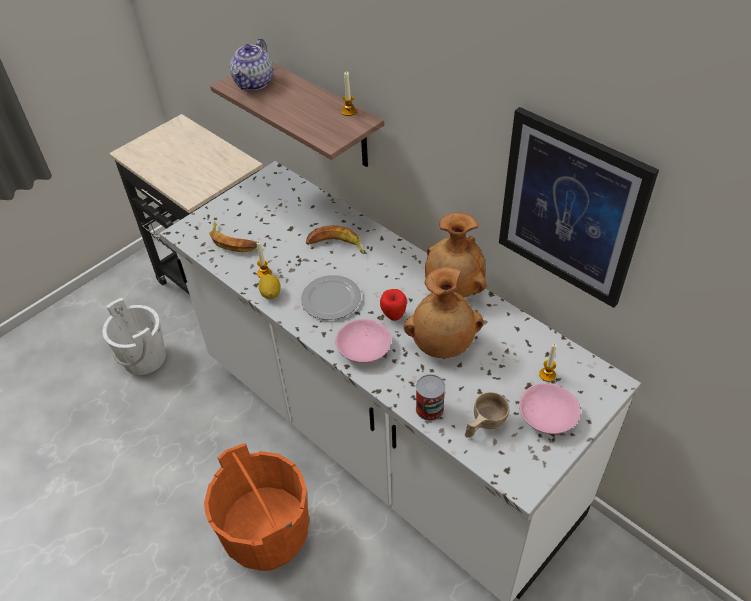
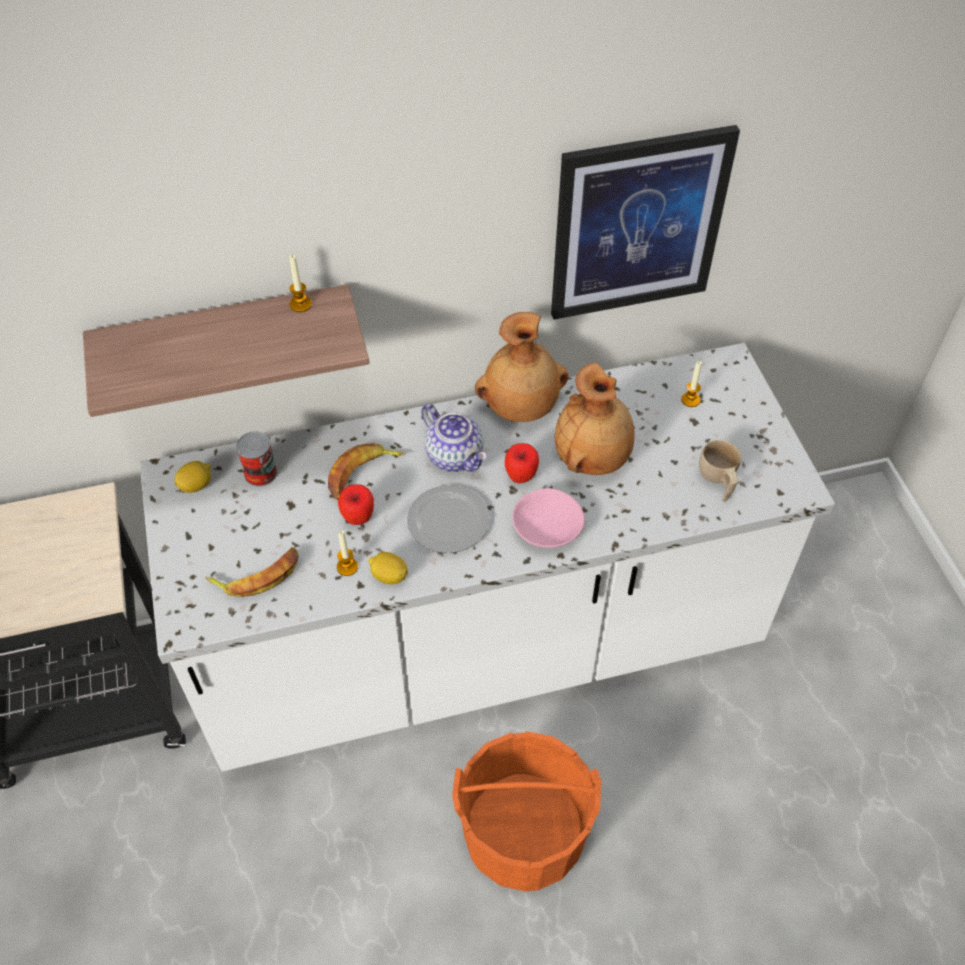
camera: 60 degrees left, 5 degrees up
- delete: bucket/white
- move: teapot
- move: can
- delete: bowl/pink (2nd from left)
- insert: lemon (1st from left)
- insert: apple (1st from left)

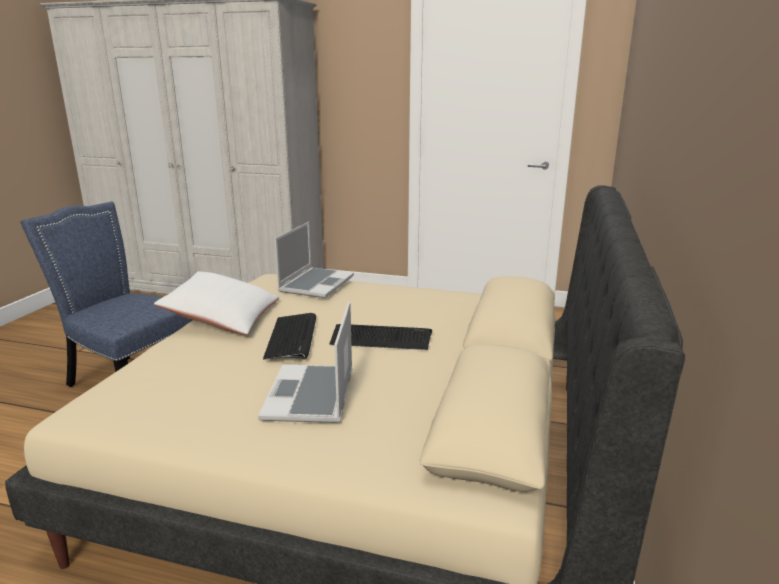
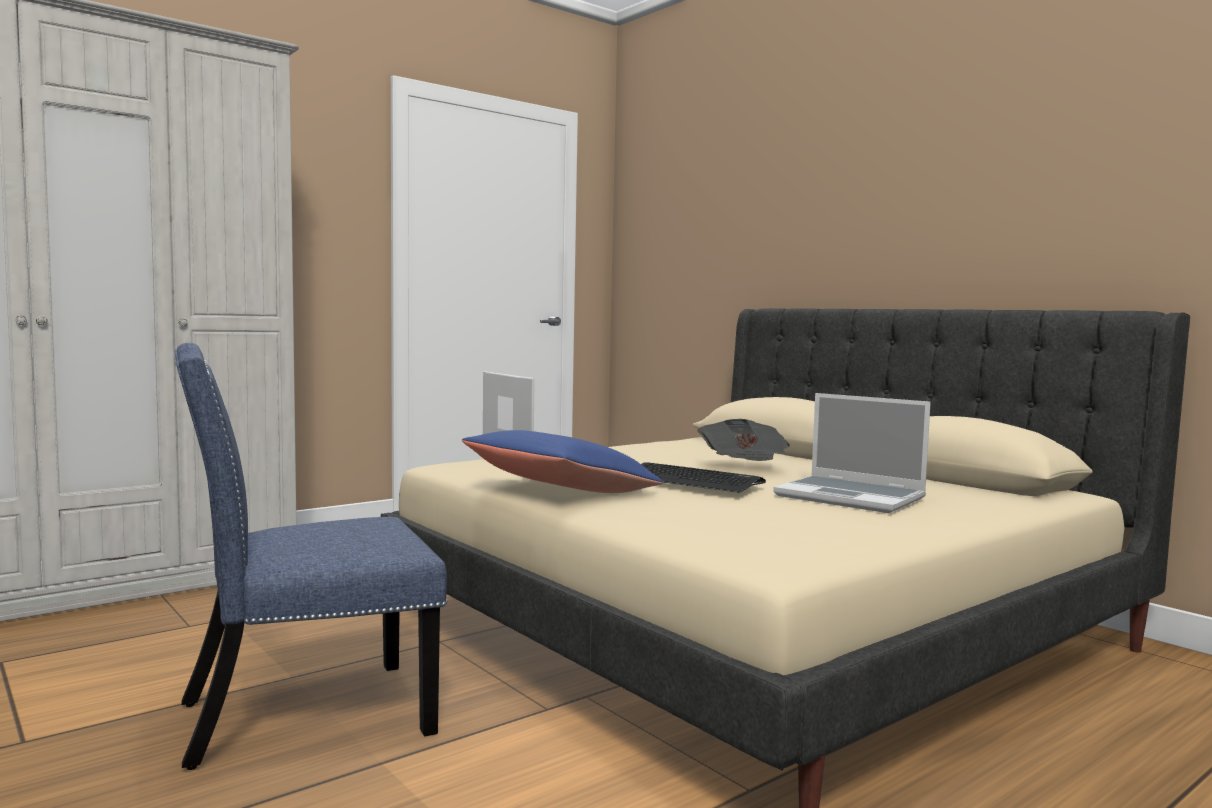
camera: 55 degrees left, 15 degrees down
- recolor: pillow/white to pillow/blue
- replace: keyboard (2nd from left) to newspaper

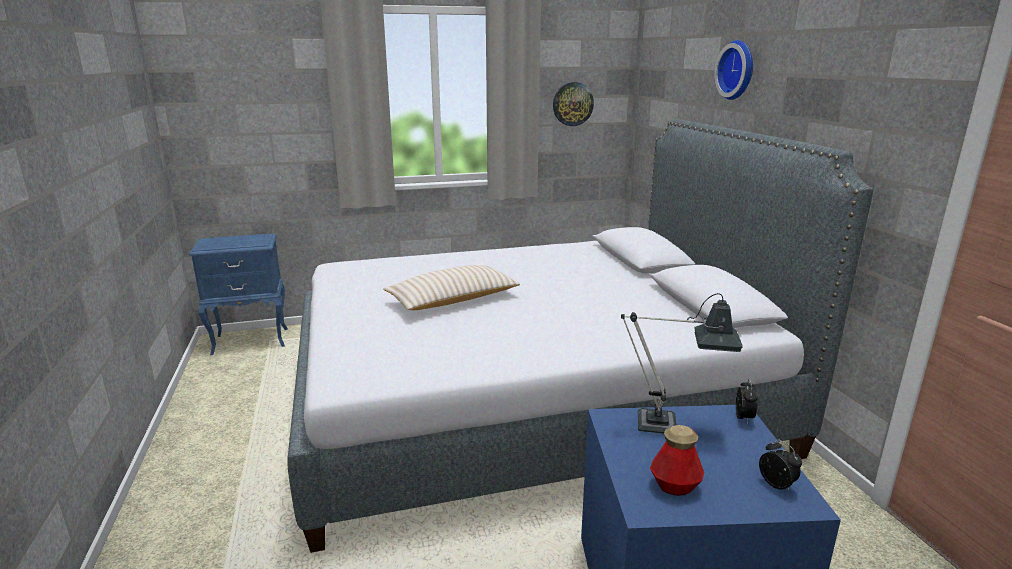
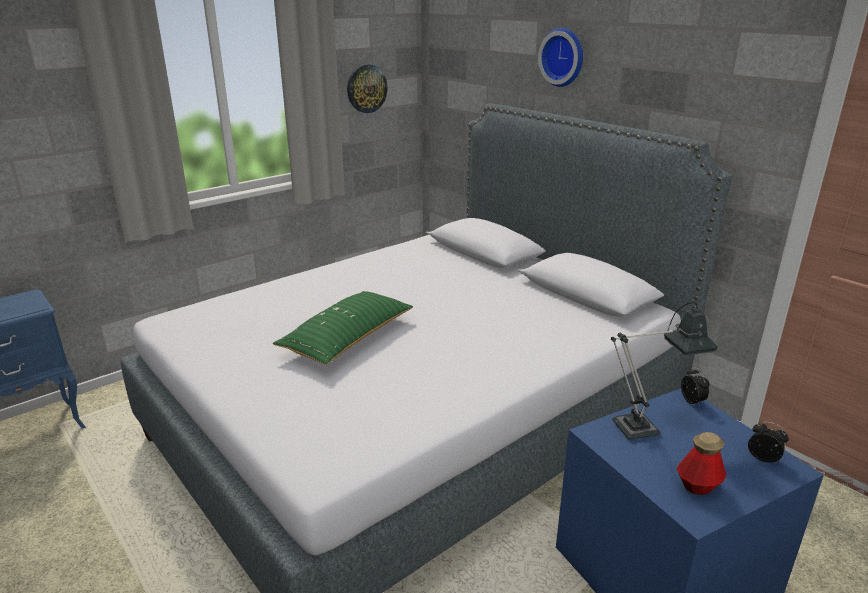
camera: 25 degrees left, 5 degrees up
- recolor: pillow/beige to pillow/green

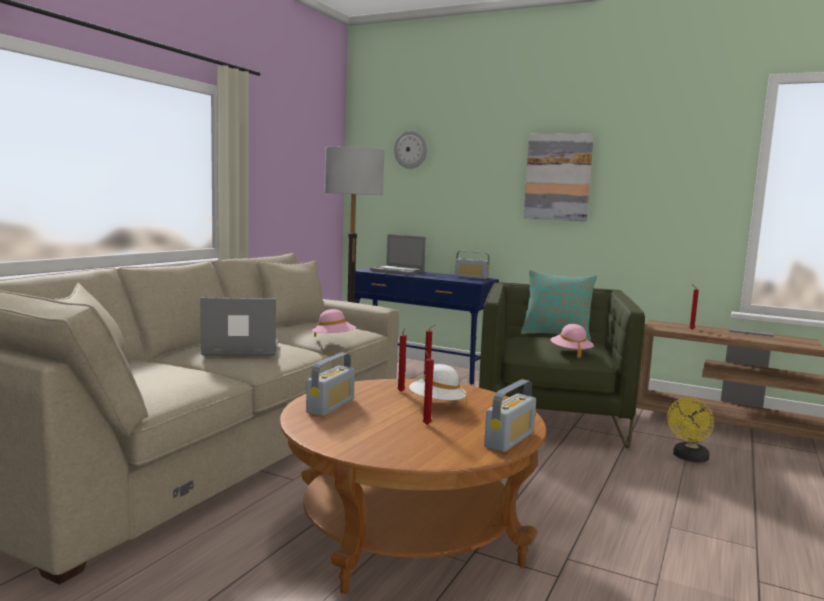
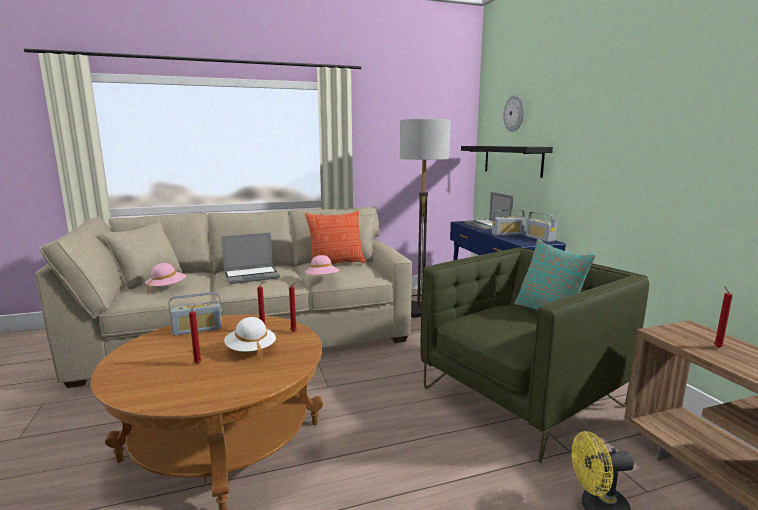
camera: 45 degrees right, 5 degrees up
- rotate: laptop (1st from left) 120 degrees clockwise
- move: radio (3rd from left in the first image) to radio (2nd from left)
- delete: picture
- move: hat/pink (2nd from left in the first image) to hat/pink (1st from left)
- insert: pillow/orange
- insert: shelf/black

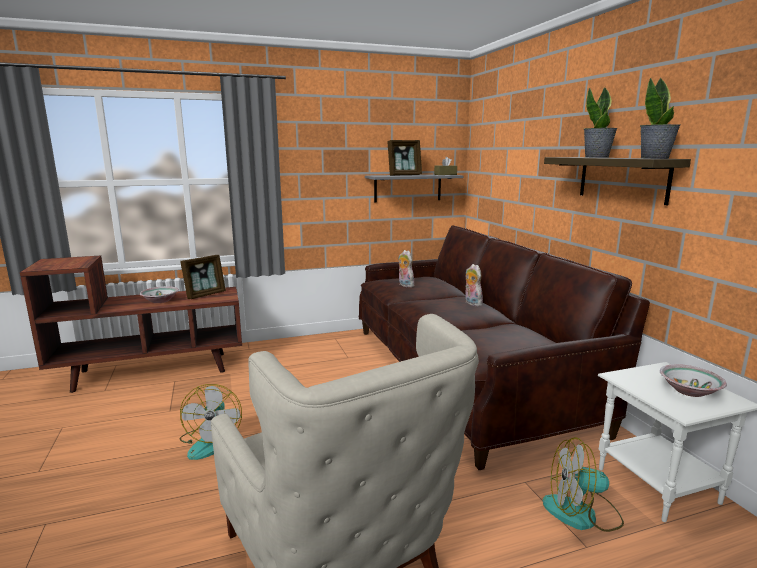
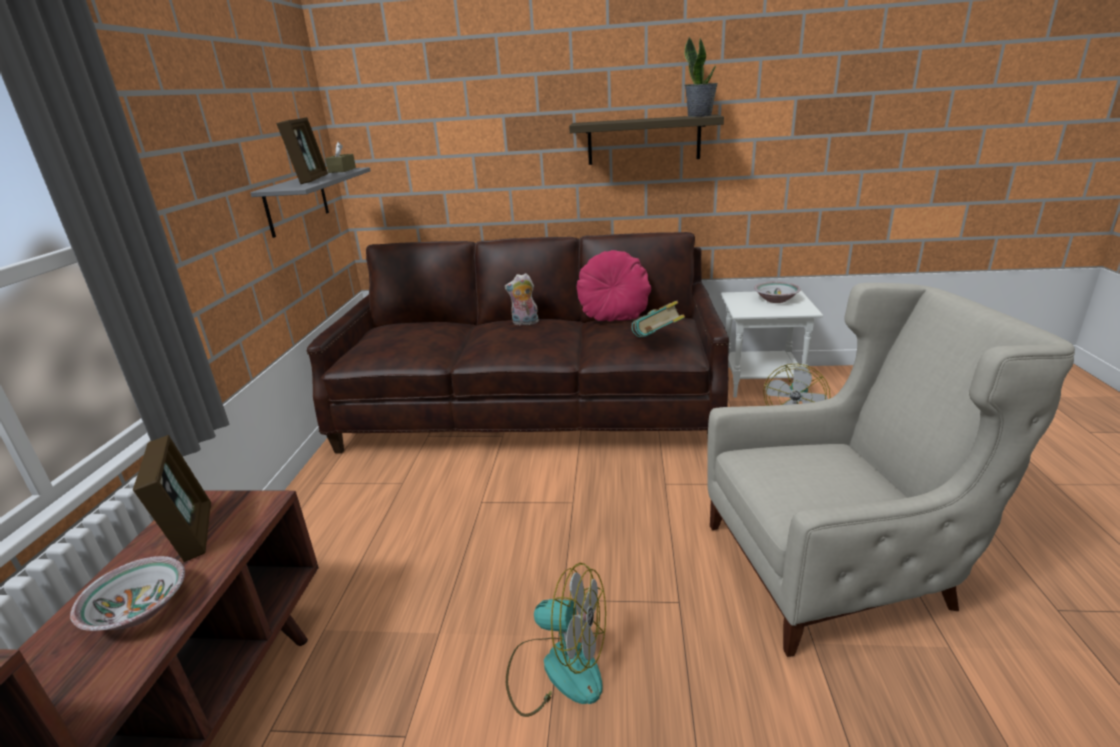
camera: 65 degrees left, 10 degrees up
- delete: plush toy (1st from left)
- delete: potted plant (1st from left)
- insert: pillow/pink
- insert: book

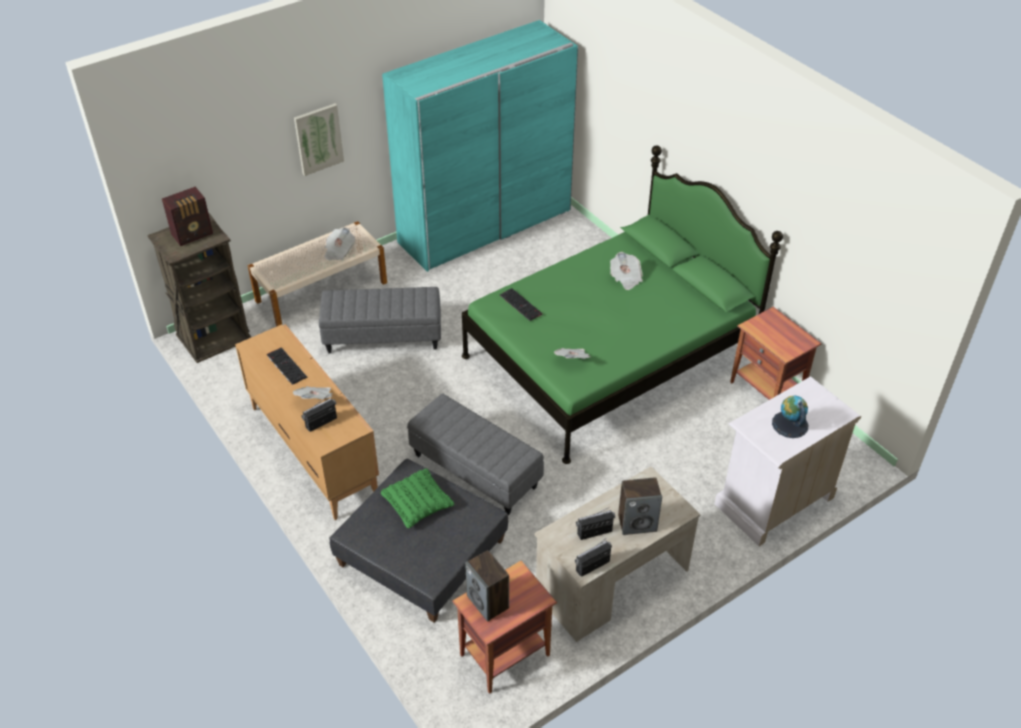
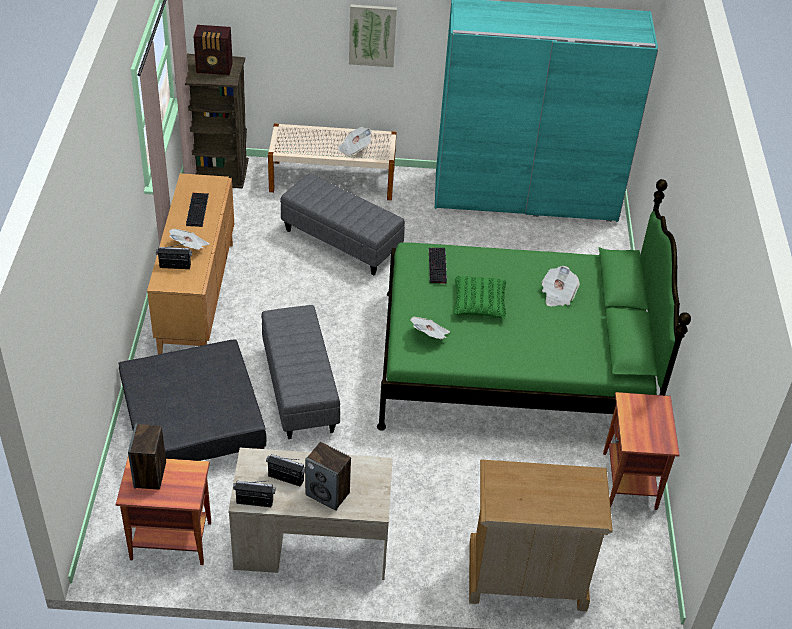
camera: 35 degrees right, 0 degrees up
- move: pillow/green
- recolor: dresser/white to dresser/brown (2nd from left)
- delete: globe

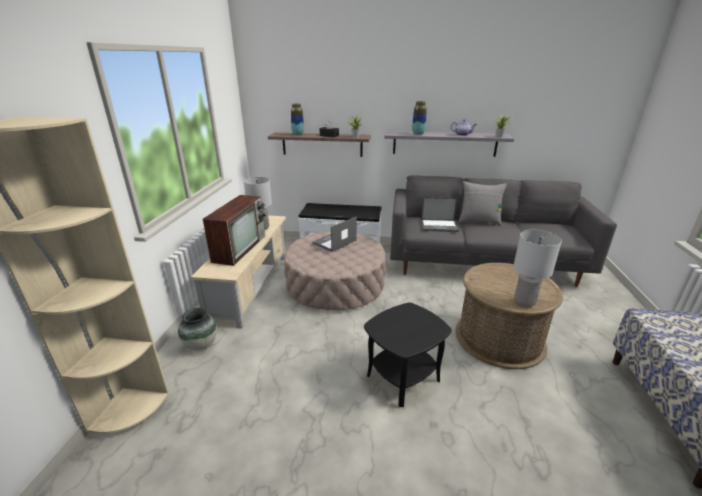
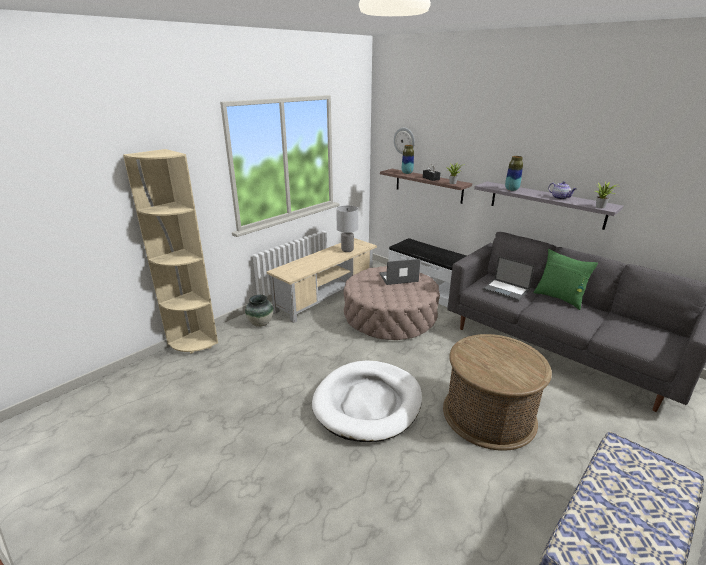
camera: 35 degrees right, 0 degrees up
- delete: television
- replace: side table/black to dog bed/white
- recolor: pillow/grey to pillow/green
- delete: table lamp/grey (2nd from left)
- insert: wall clock

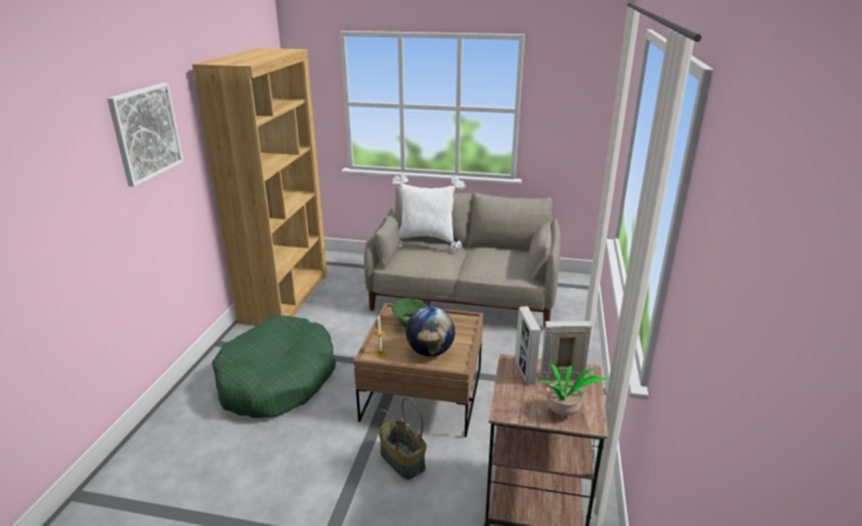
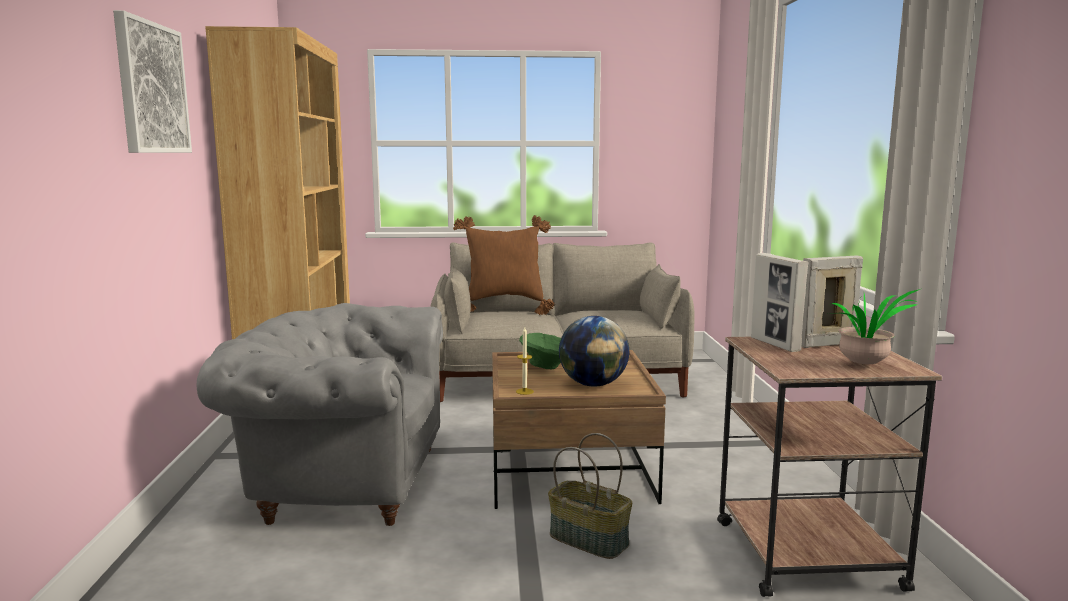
camera: 15 degrees left, 15 degrees down
- replace: dog bed/green to armchair/grey
- recolor: pillow/white to pillow/brown

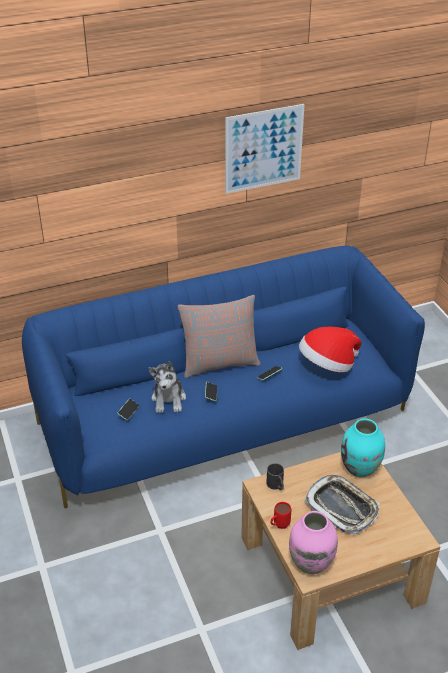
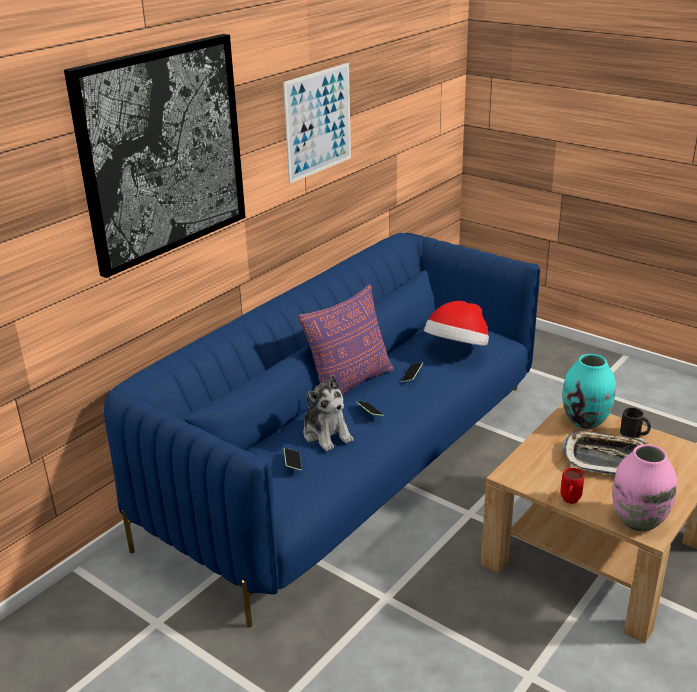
camera: 30 degrees left, 10 degrees down
- recolor: pillow/grey to pillow/purple
- move: mug/black
- insert: picture (1st from left)

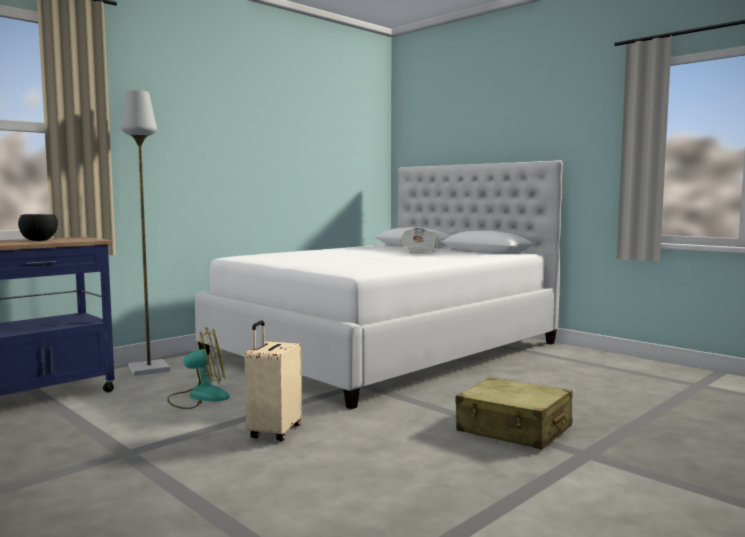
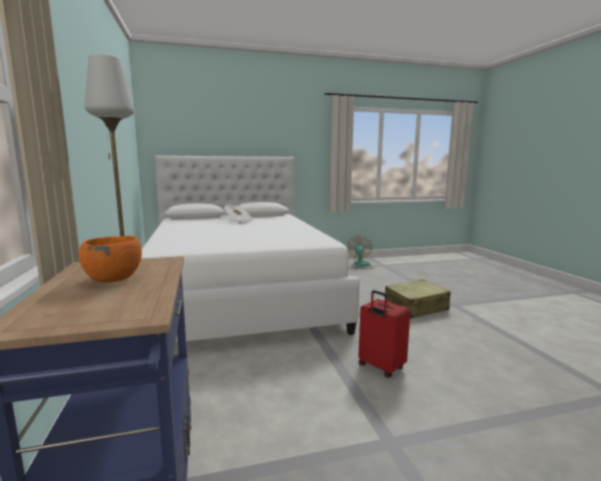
camera: 60 degrees left, 5 degrees up
- recolor: bowl/black to bowl/orange
- move: fan
- recolor: suitcase/beige (1st from left) to suitcase/red

